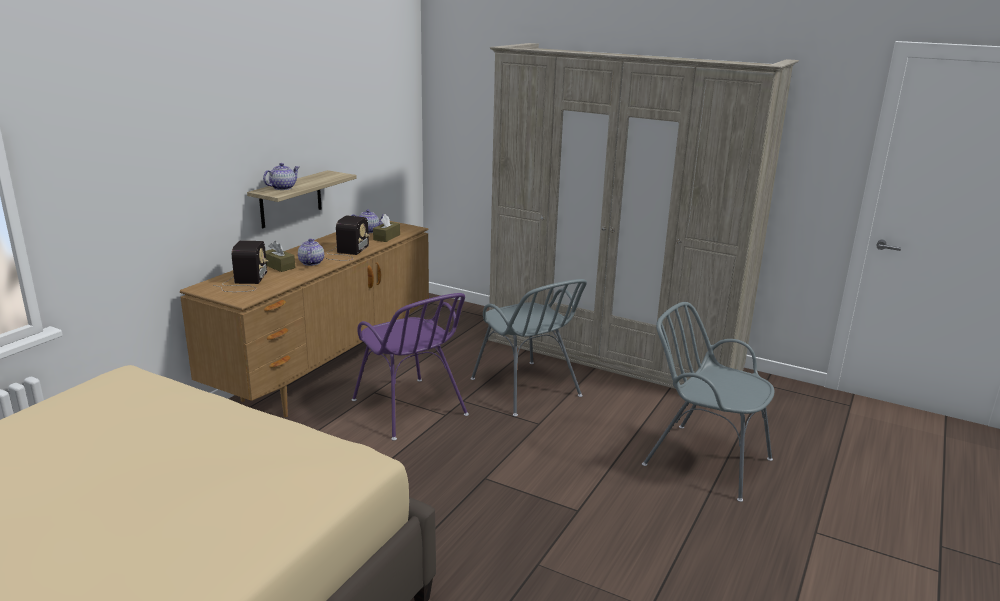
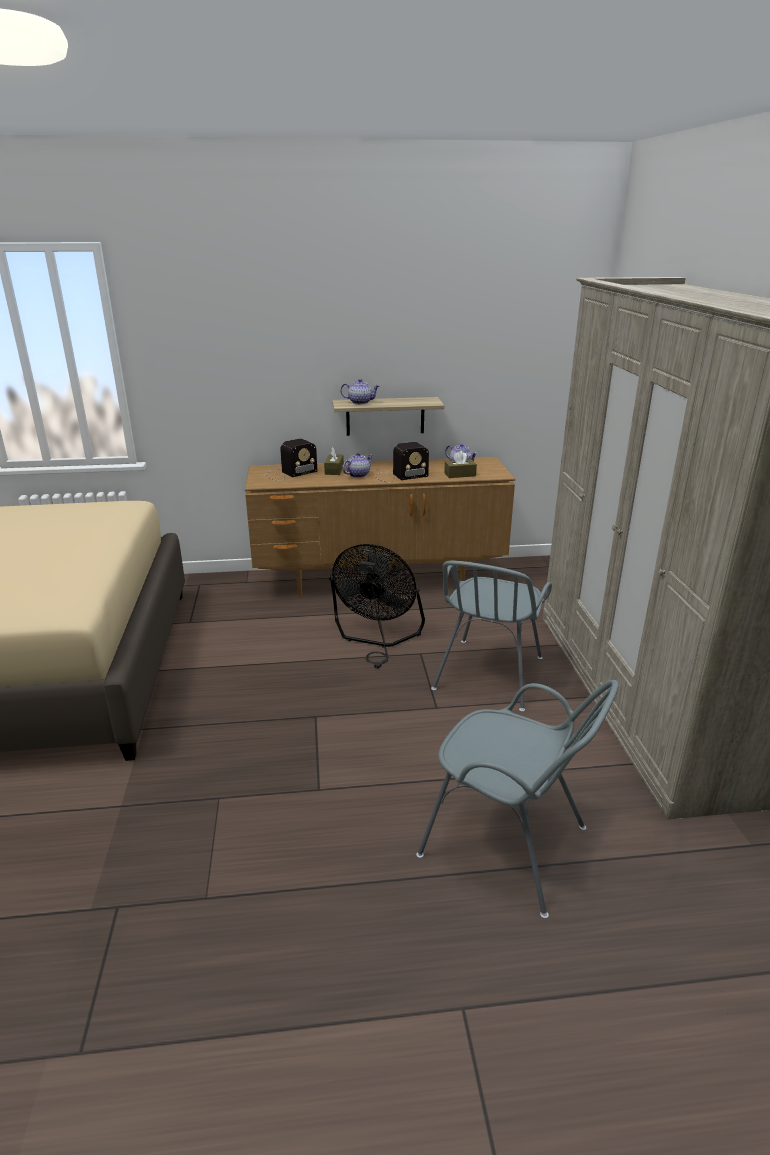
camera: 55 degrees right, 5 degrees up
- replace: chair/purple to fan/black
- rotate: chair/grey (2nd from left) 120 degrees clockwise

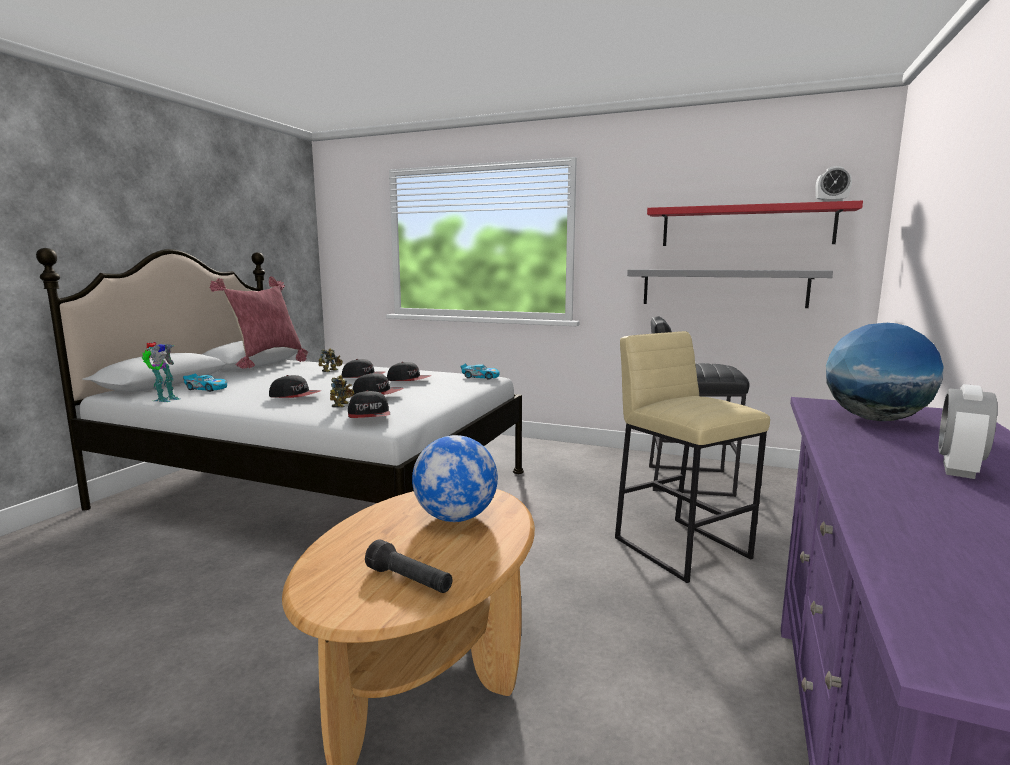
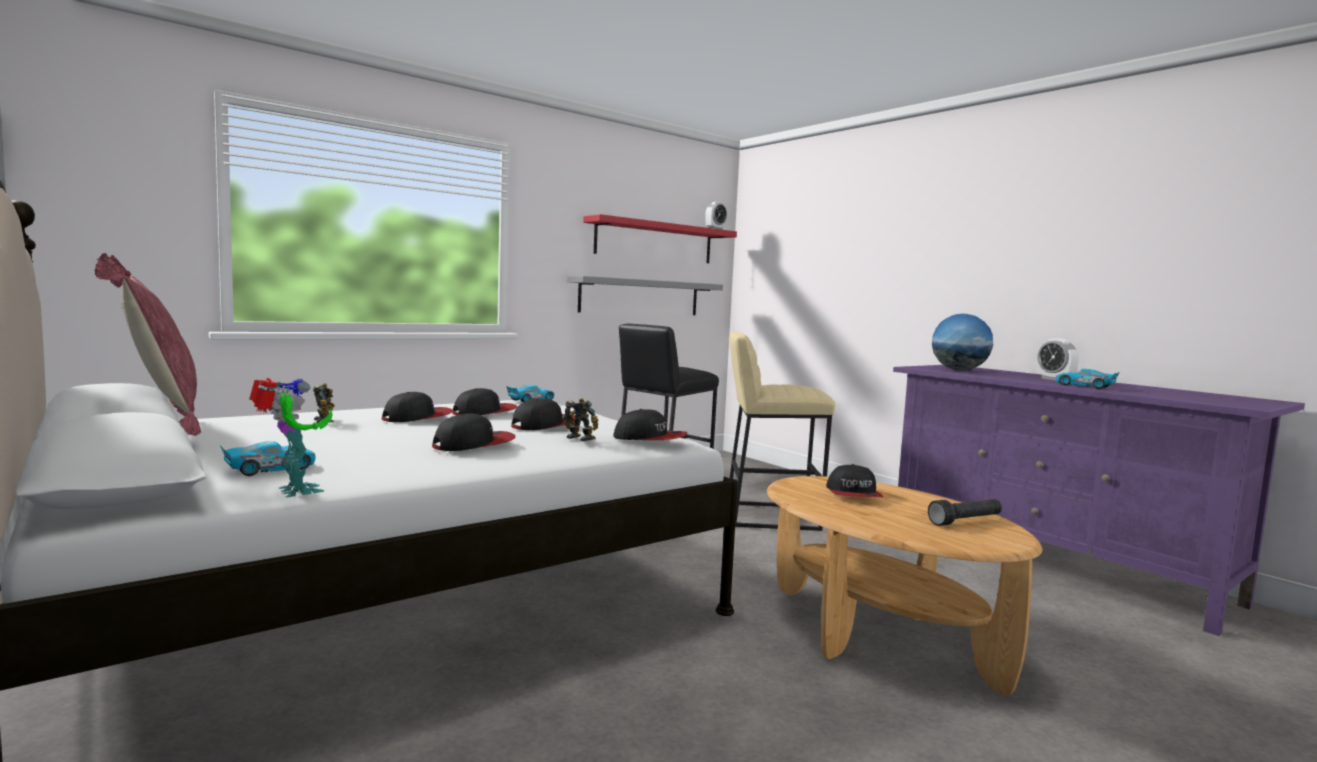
camera: 60 degrees left, 5 degrees down
- replace: globe (1st from left) to cap (6th from left)
- insert: toy car (3rd from left)

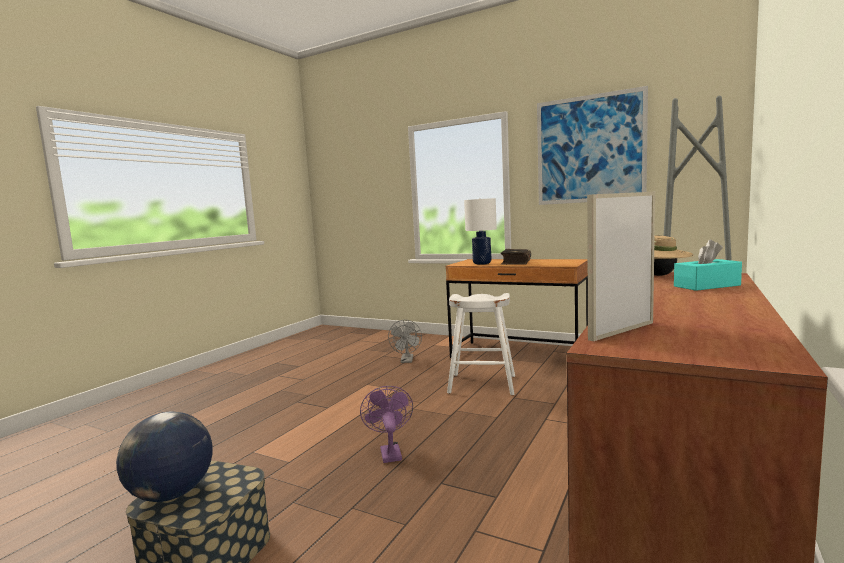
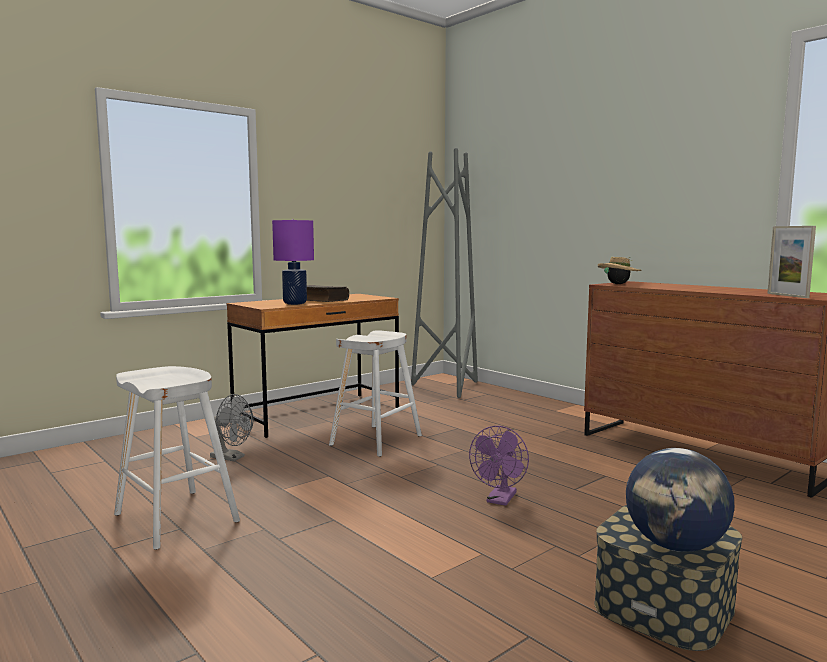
camera: 70 degrees left, 0 degrees up
- rotate: fan/purple 75 degrees counterclockwise
- recolor: table lamp/white to table lamp/purple
- delete: picture
- delete: tissue box/turquoise
- insert: stool/white (1st from left)

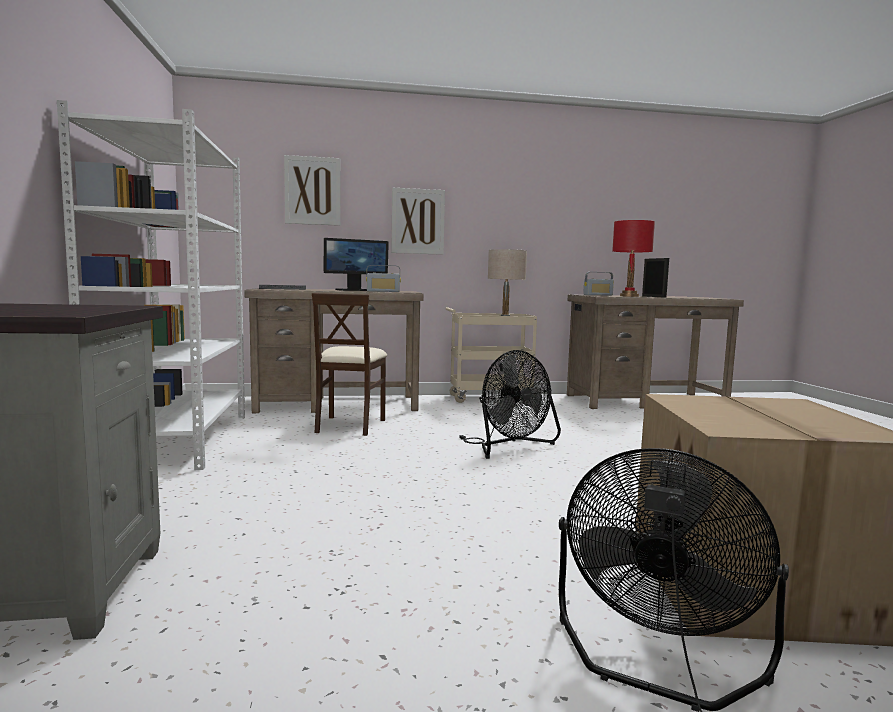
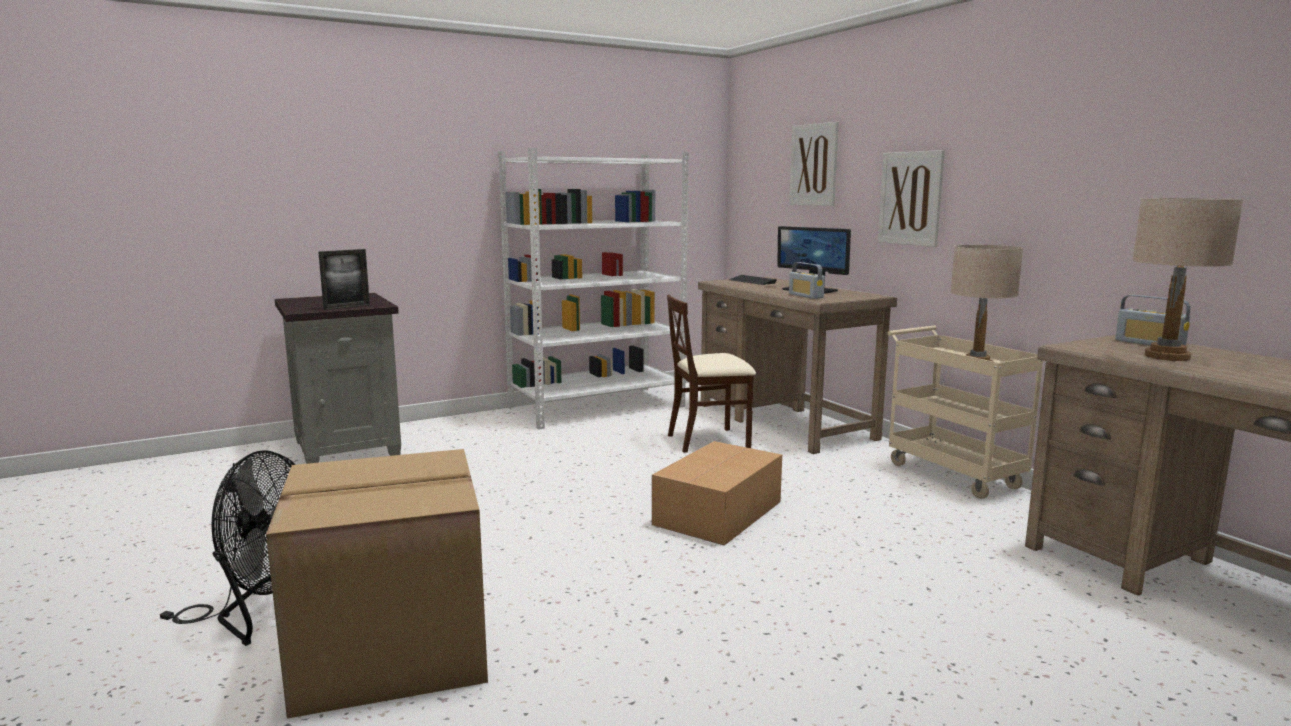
camera: 70 degrees right, 5 degrees up
- replace: fan/black (1st from left) to cardboard box (2nd from left)
- recolor: table lamp/red to table lamp/beige (2nd from left)
- move: picture frame

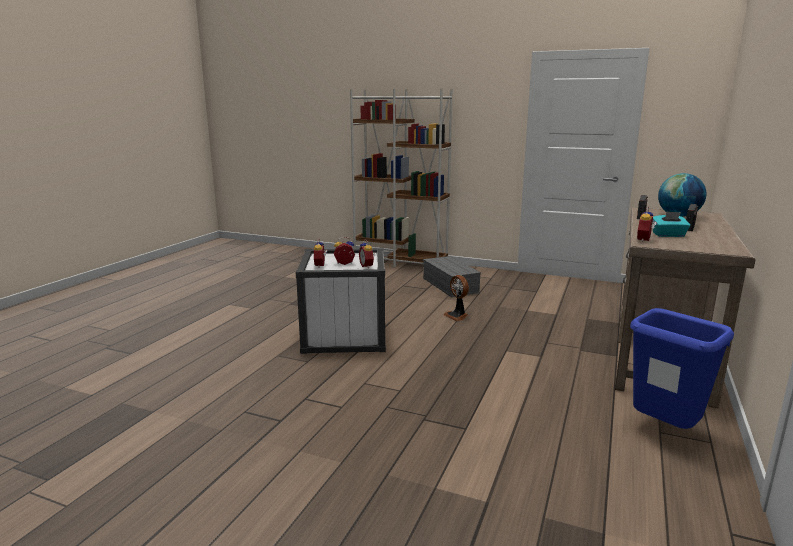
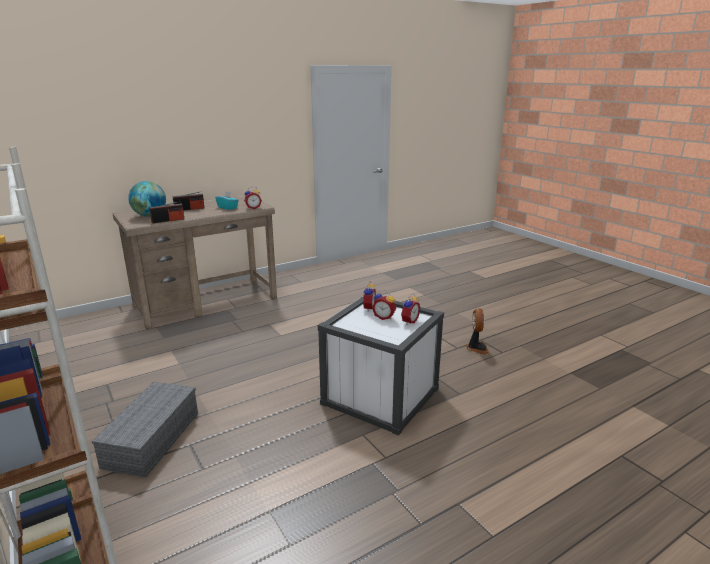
camera: 145 degrees left, 5 degrees up
- move: fan
- delete: trash can/blue

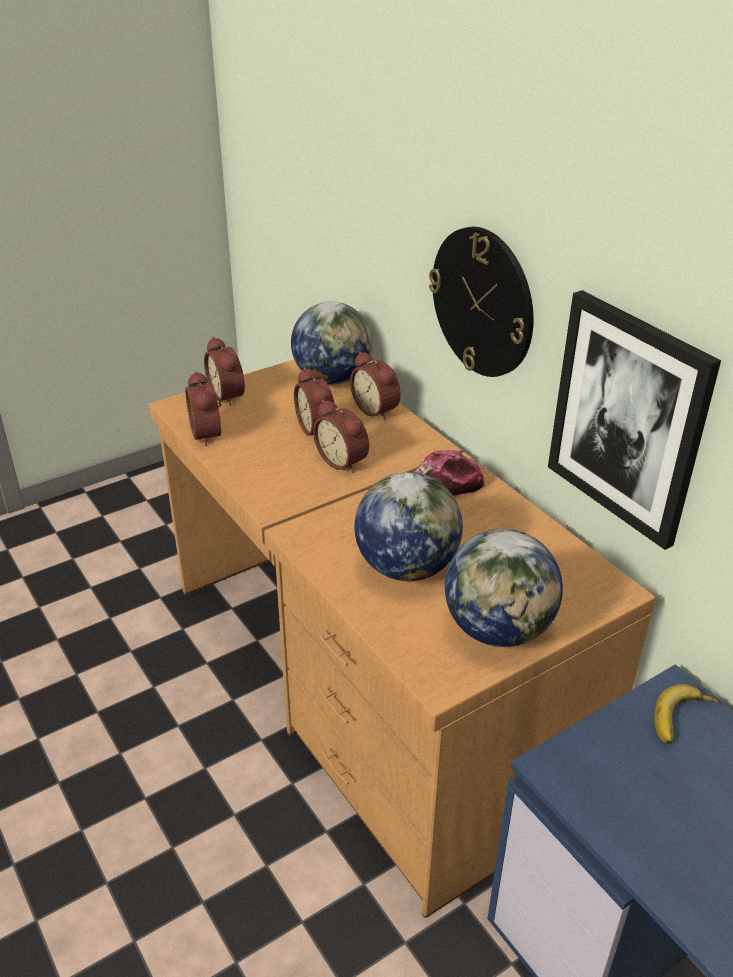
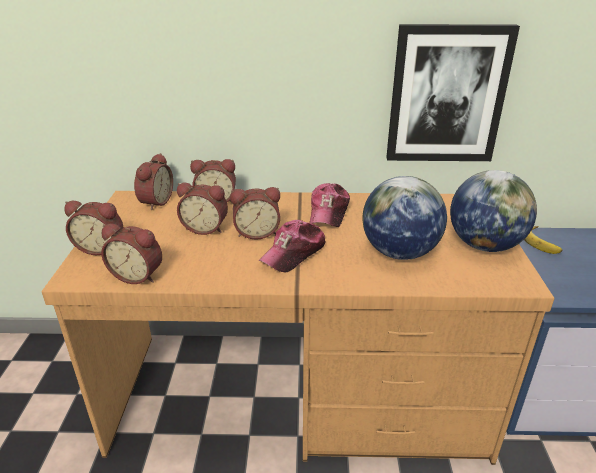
camera: 55 degrees left, 5 degrees down
- replace: globe (1st from left) to alarm clock (3rd from left)
- delete: wall clock
- insert: cap (1st from left)

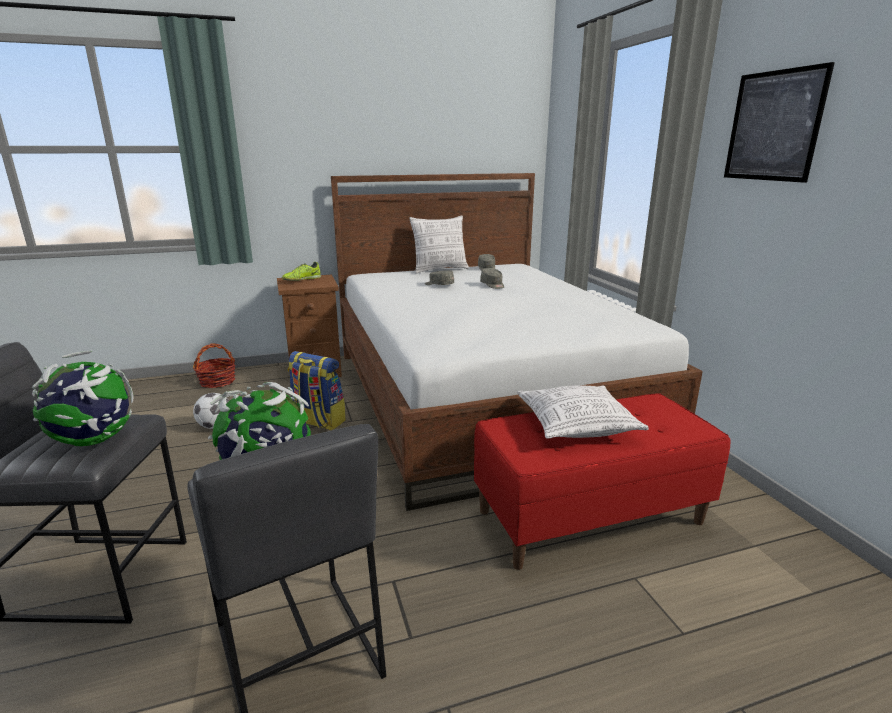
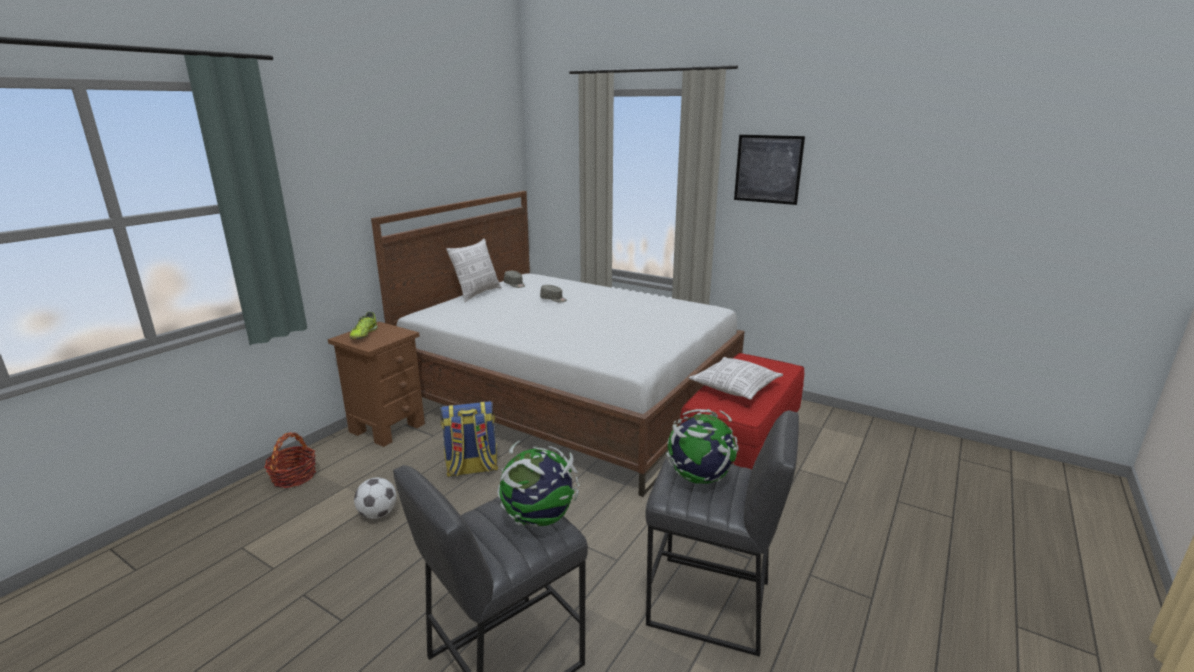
camera: 40 degrees left, 0 degrees up
- delete: cap/grey (1st from left)

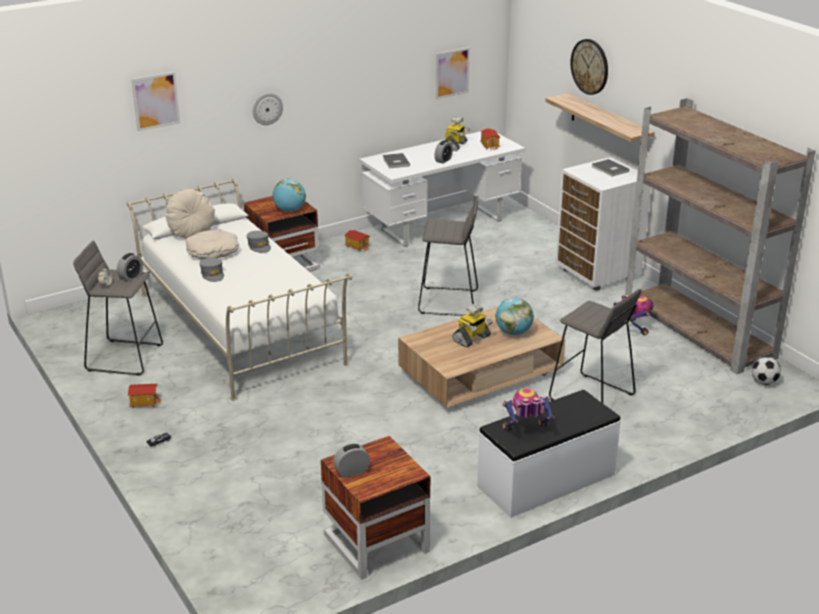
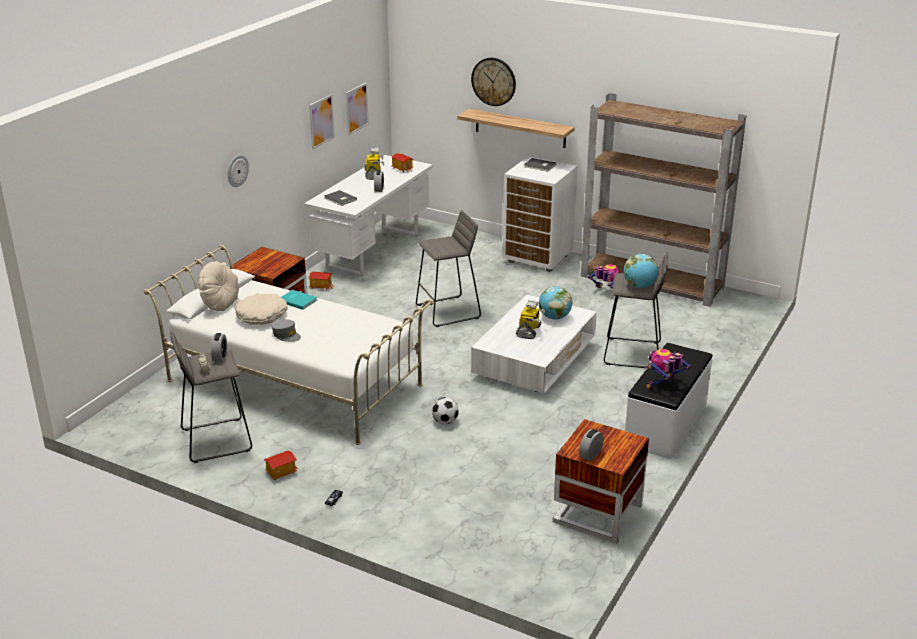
camera: 30 degrees left, 0 degrees up
- move: picture (1st from left)
- replace: cap/grey (2nd from left) to book/turquoise
- move: globe (1st from left in the first image) to globe (2nd from left)
- recolor: coffee table/brown to coffee table/white
- move: football

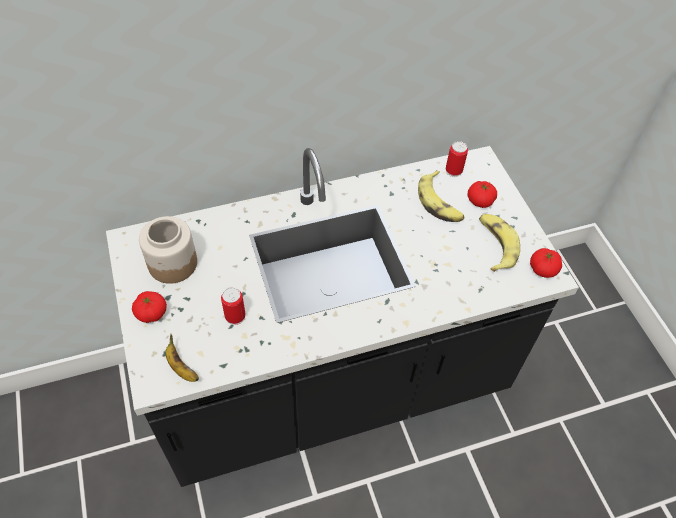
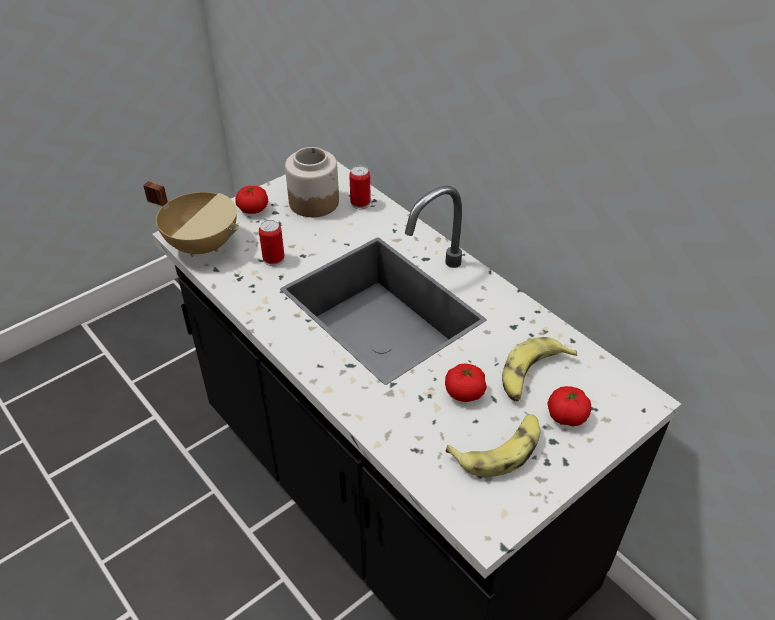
camera: 70 degrees right, 10 degrees down
- replace: banana (1st from left) to cooking pot/beige
- move: can (2nd from left)
- move: tomato (3rd from left in the first image) to tomato (2nd from left)

